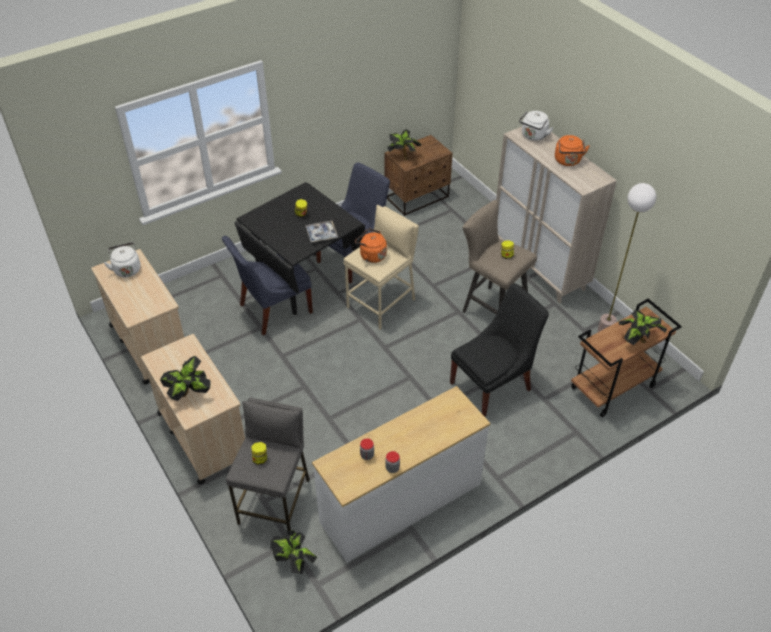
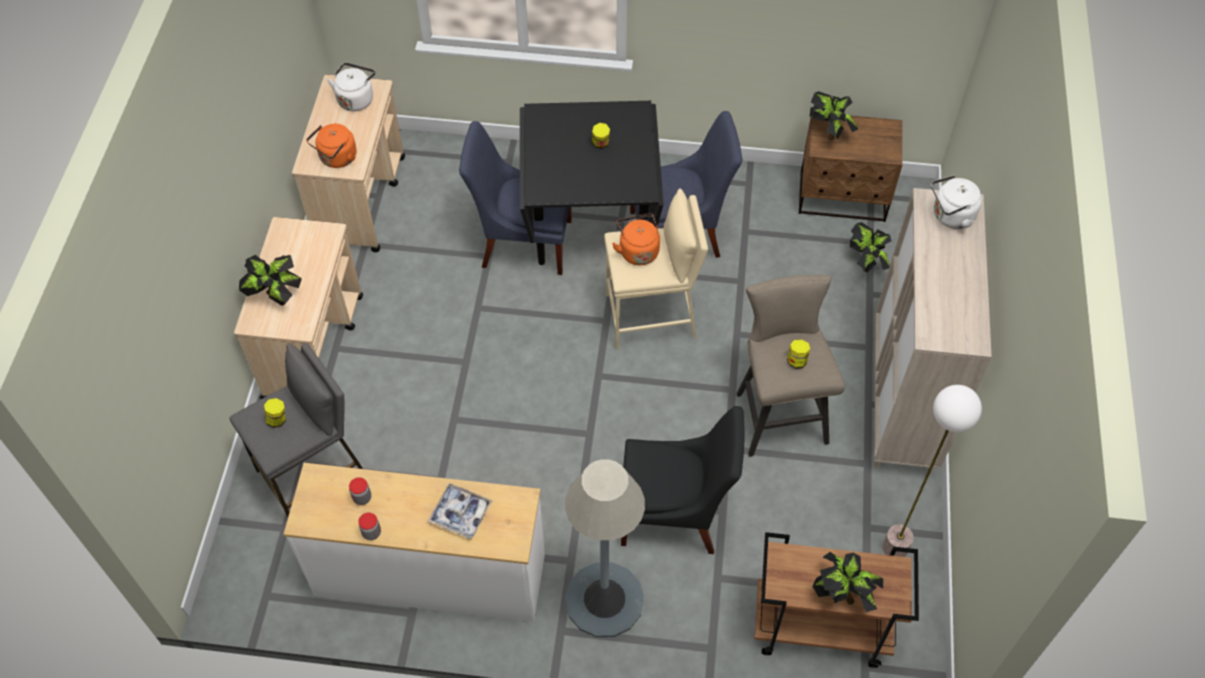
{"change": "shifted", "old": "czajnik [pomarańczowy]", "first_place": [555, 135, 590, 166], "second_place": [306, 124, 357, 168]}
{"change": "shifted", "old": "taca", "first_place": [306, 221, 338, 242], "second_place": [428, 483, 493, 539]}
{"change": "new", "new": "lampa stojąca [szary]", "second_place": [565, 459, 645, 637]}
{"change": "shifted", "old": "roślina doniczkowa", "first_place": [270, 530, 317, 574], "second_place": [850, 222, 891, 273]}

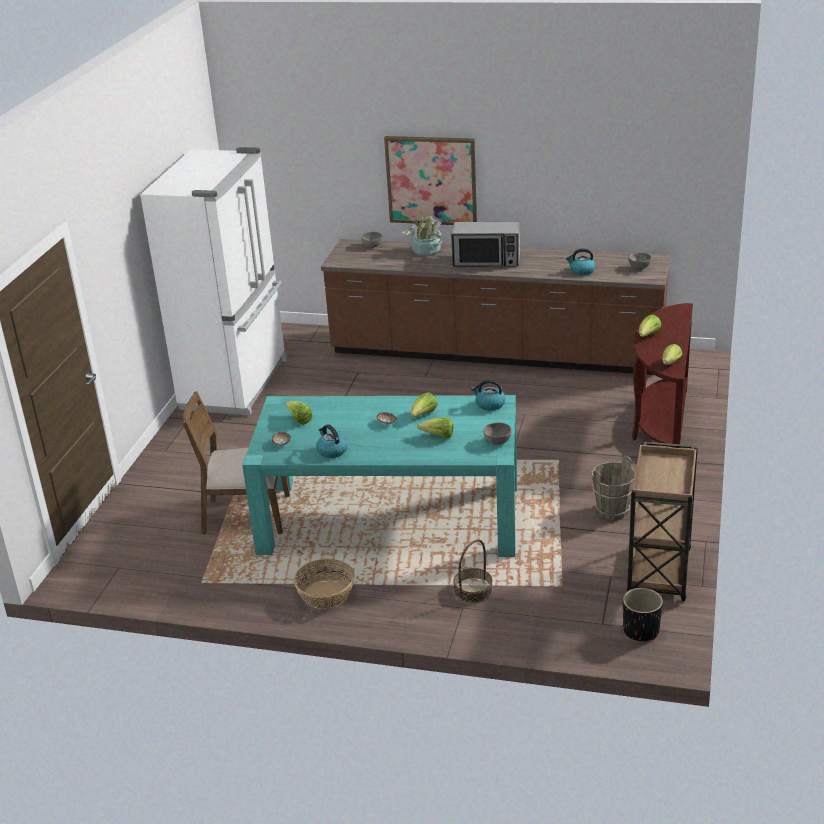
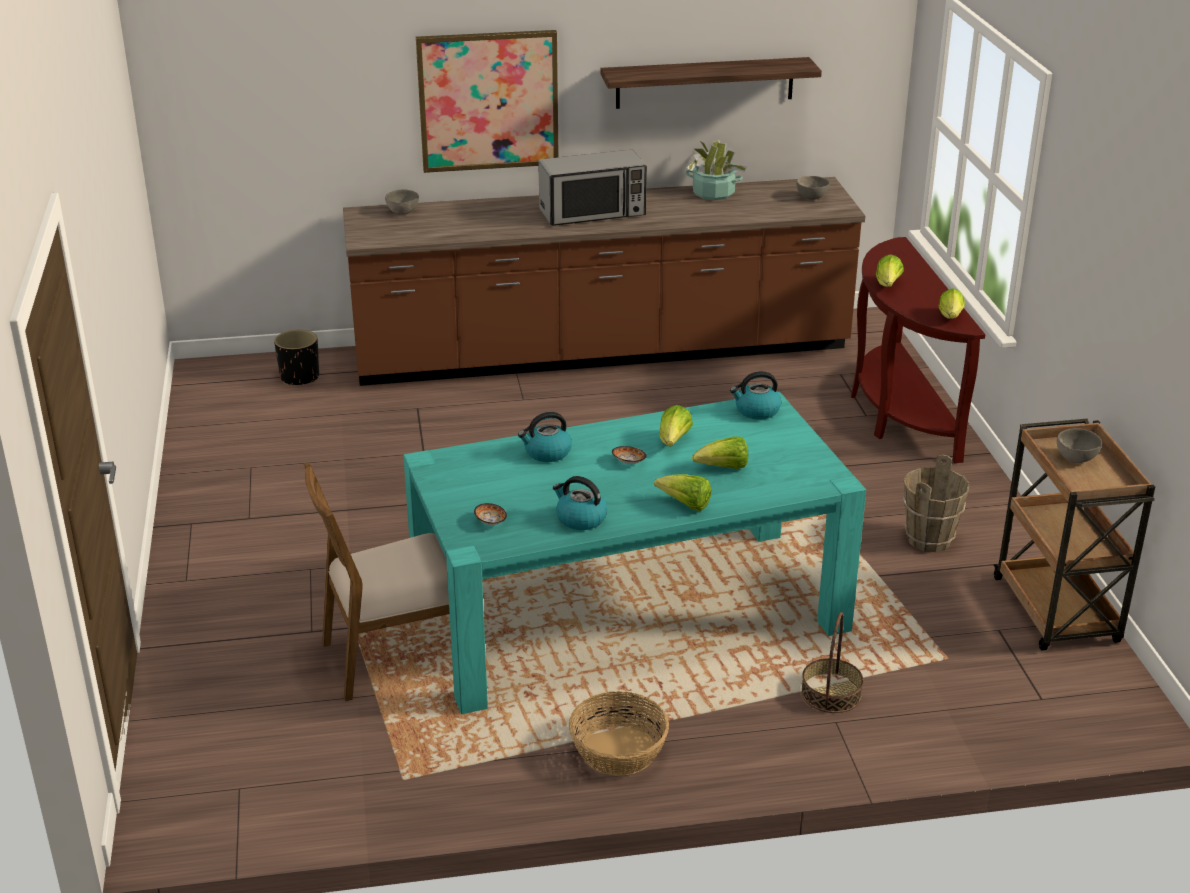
{"change": "shifted", "old": "donica [czarny]", "first_place": [623, 588, 663, 641], "second_place": [274, 330, 319, 386]}
{"change": "shifted", "old": "czajnik", "first_place": [566, 248, 596, 275], "second_place": [518, 412, 572, 462]}
{"change": "new", "new": "półka", "second_place": [600, 57, 822, 109]}
{"change": "shifted", "old": "sałata", "first_place": [285, 401, 313, 425], "second_place": [654, 474, 711, 511]}
{"change": "shifted", "old": "roślina doniczkowa", "first_place": [402, 216, 442, 256], "second_place": [686, 140, 747, 200]}
{"change": "shifted", "old": "miska [szary]", "first_place": [483, 423, 512, 445], "second_place": [1057, 428, 1102, 463]}
{"change": "gone", "old": "lodówka [biały]", "first_place": [140, 147, 288, 416]}

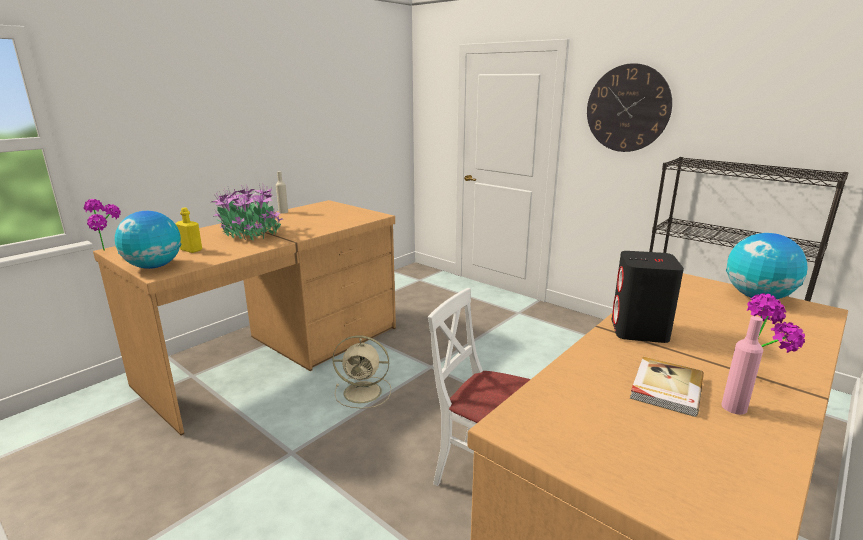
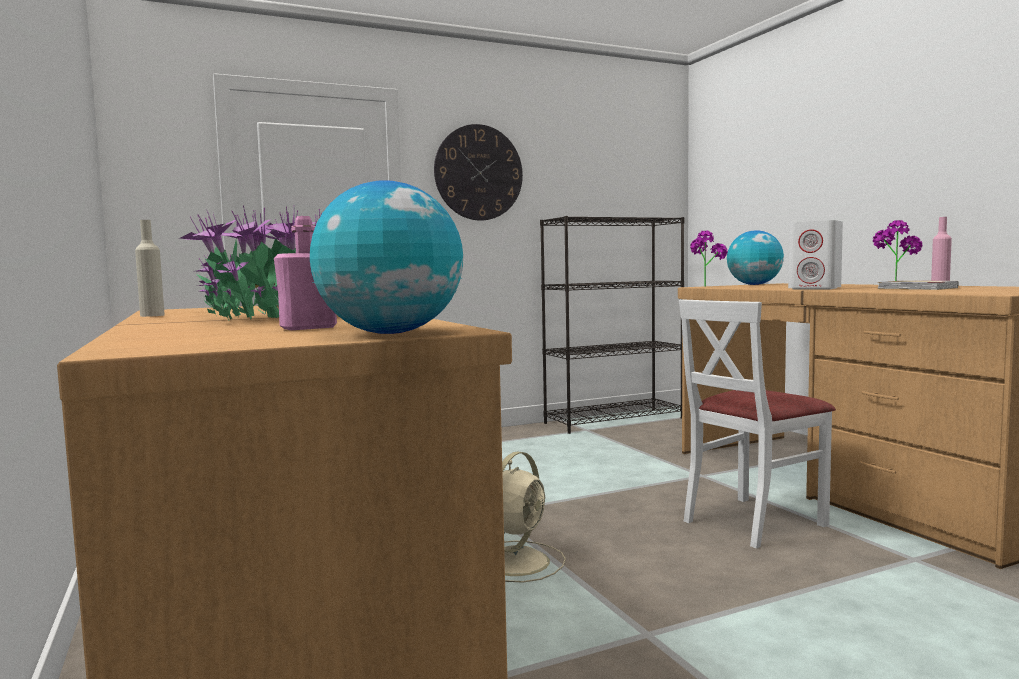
{"change": "repainted", "old": "butelka [żółty]", "new": "butelka [różowy]", "first_place": [176, 208, 202, 253], "second_place": [274, 216, 337, 330]}
{"change": "shifted", "old": "roślina doniczkowa", "first_place": [84, 199, 121, 251], "second_place": [690, 230, 728, 287]}
{"change": "repainted", "old": "głośnik [czarny]", "new": "głośnik [biały]", "first_place": [612, 251, 684, 343], "second_place": [788, 220, 843, 289]}

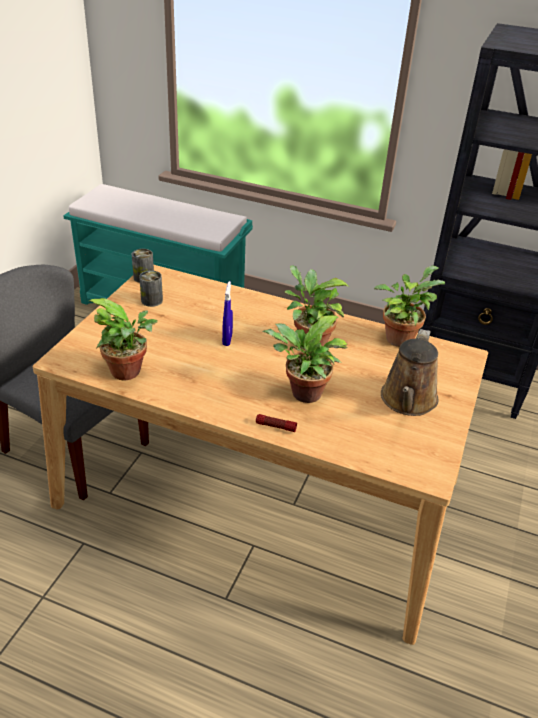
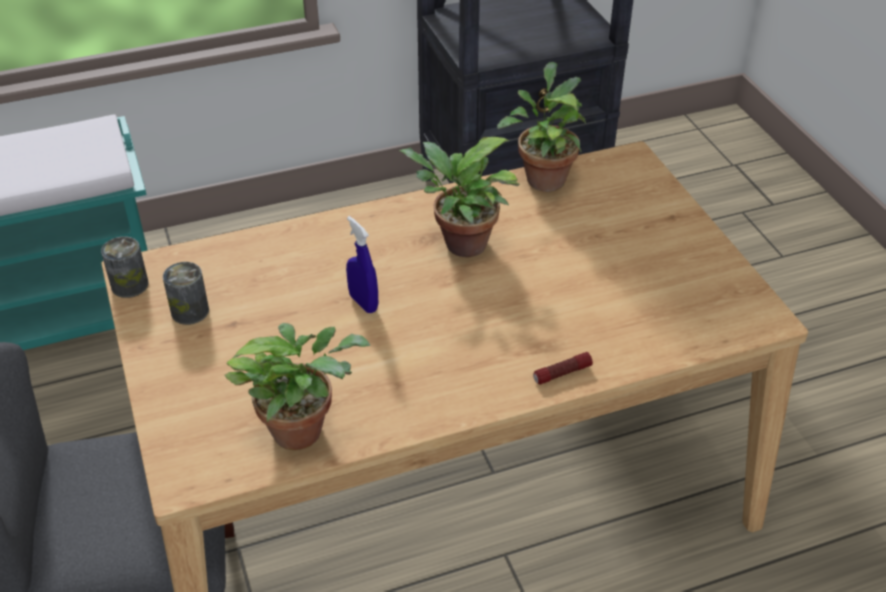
{"change": "gone", "old": "roślina doniczkowa", "first_place": [262, 315, 348, 403]}
{"change": "gone", "old": "konewka [brązowy]", "first_place": [381, 329, 439, 416]}

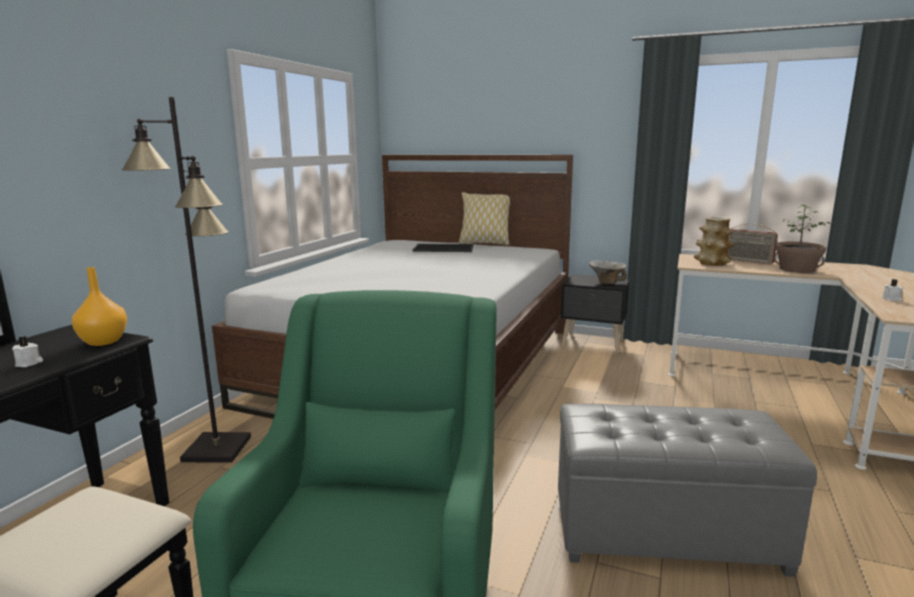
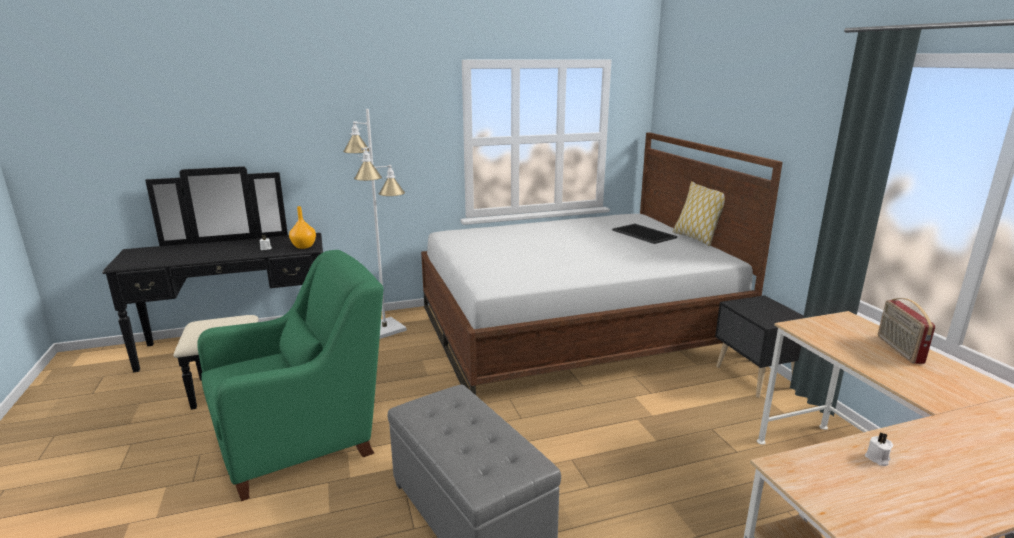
{"change": "repainted", "old": "lampa stojąca [czarny]", "new": "lampa stojąca [biały]", "first_place": [122, 97, 251, 463], "second_place": [343, 109, 407, 339]}
{"change": "gone", "old": "miska", "first_place": [589, 261, 627, 284]}
{"change": "gone", "old": "wazon", "first_place": [694, 217, 734, 266]}
{"change": "gone", "old": "roślina doniczkowa", "first_place": [773, 204, 832, 273]}

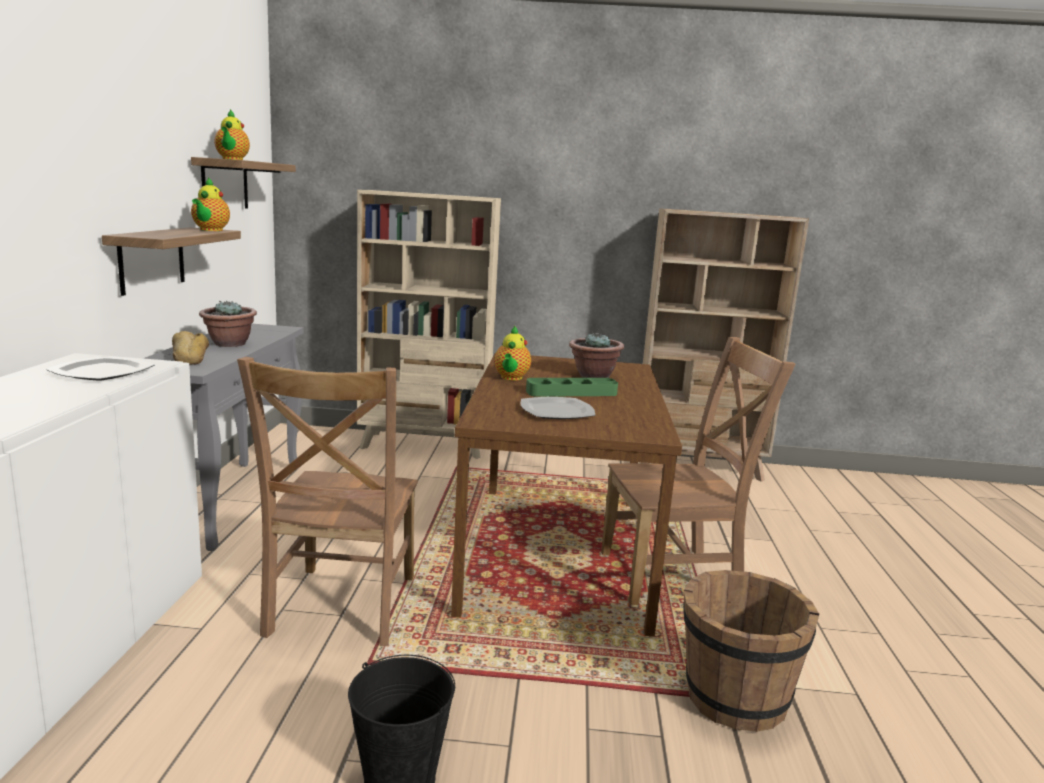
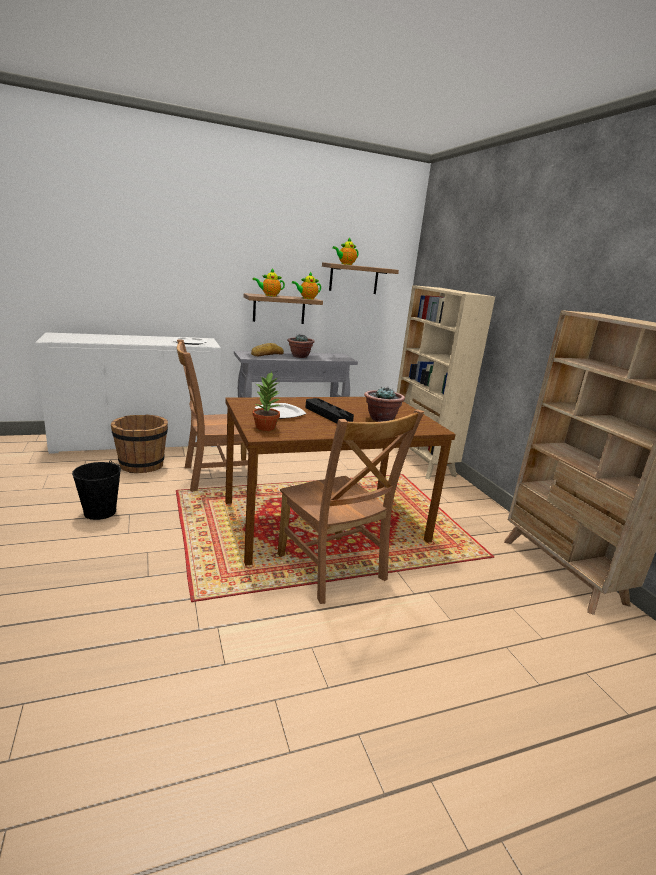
{"change": "shifted", "old": "wiadro [brązowy]", "first_place": [683, 570, 819, 732], "second_place": [111, 414, 168, 473]}
{"change": "shifted", "old": "imbryk", "first_place": [494, 325, 531, 381], "second_place": [252, 269, 285, 297]}
{"change": "new", "new": "roślina doniczkowa", "second_place": [252, 372, 280, 431]}
{"change": "repainted", "old": "taca [zielony]", "new": "taca [czarny]", "first_place": [526, 378, 618, 397], "second_place": [305, 398, 354, 424]}

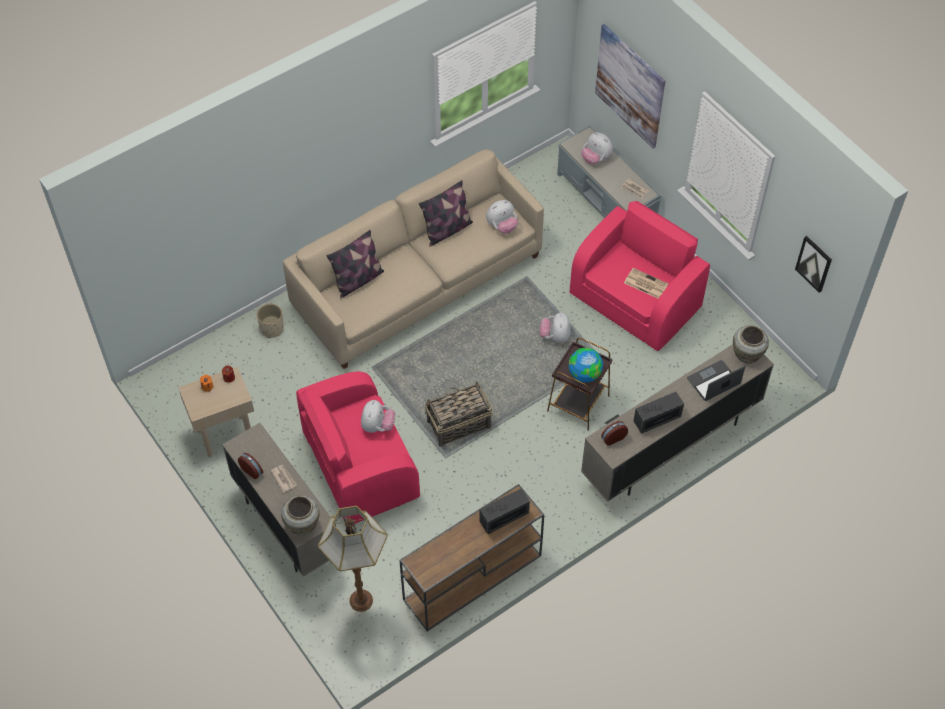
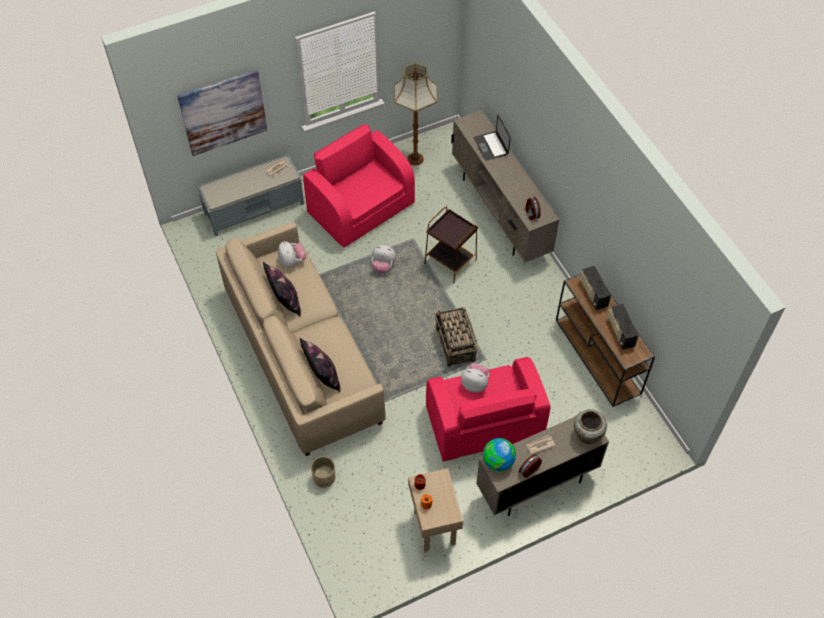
{"change": "shifted", "old": "lampa stojąca", "first_place": [318, 506, 388, 612], "second_place": [394, 63, 437, 166]}
{"change": "shifted", "old": "globus", "first_place": [569, 348, 603, 383], "second_place": [483, 438, 516, 471]}
{"change": "shifted", "old": "radio", "first_place": [634, 392, 684, 434], "second_place": [608, 304, 639, 350]}
{"change": "gone", "old": "pluszak", "first_place": [581, 132, 613, 164]}
{"change": "gone", "old": "gazeta", "first_place": [624, 268, 668, 299]}
{"change": "gone", "old": "wazon [beżowy]", "first_place": [733, 325, 769, 363]}
{"change": "gone", "old": "obraz", "first_place": [795, 236, 832, 293]}

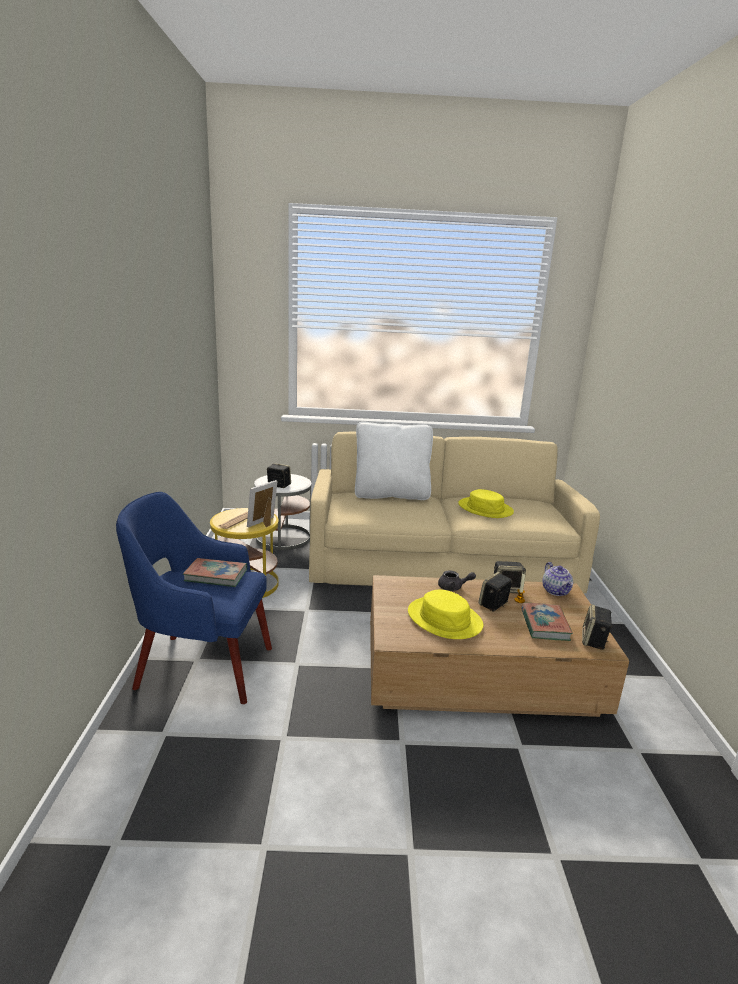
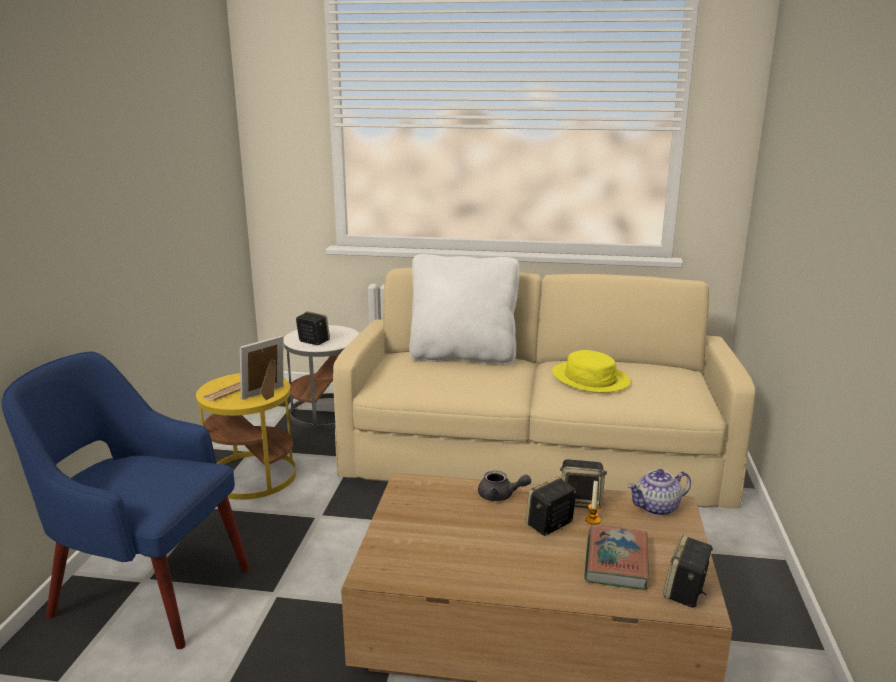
{"change": "rotated", "old": "imbryk", "first_place": [542, 562, 573, 596], "second_place": [627, 469, 691, 516], "degrees": 75}
{"change": "gone", "old": "książka", "first_place": [183, 558, 247, 587]}
{"change": "gone", "old": "kapelusz [żółty]", "first_place": [408, 590, 483, 639]}

